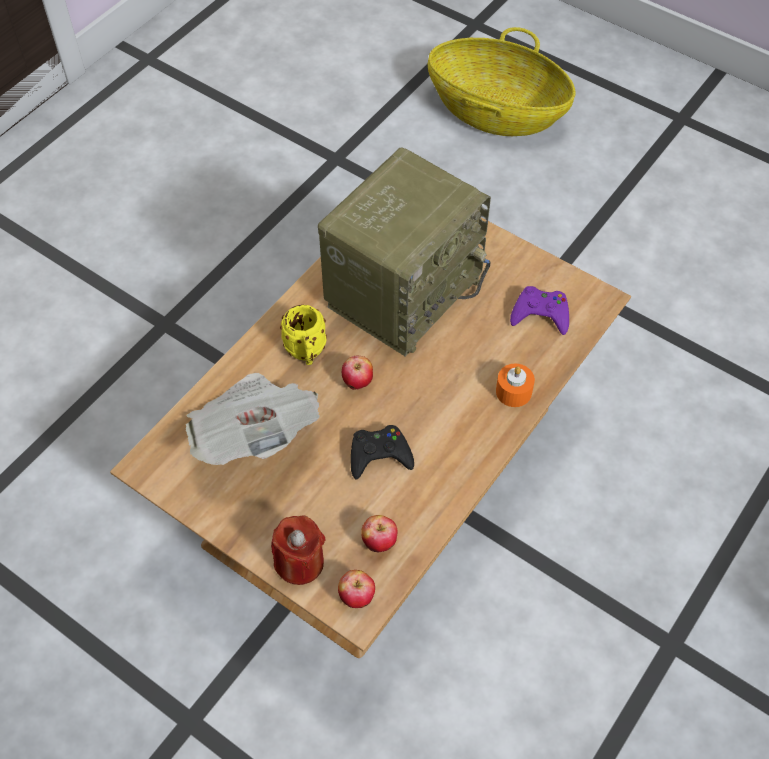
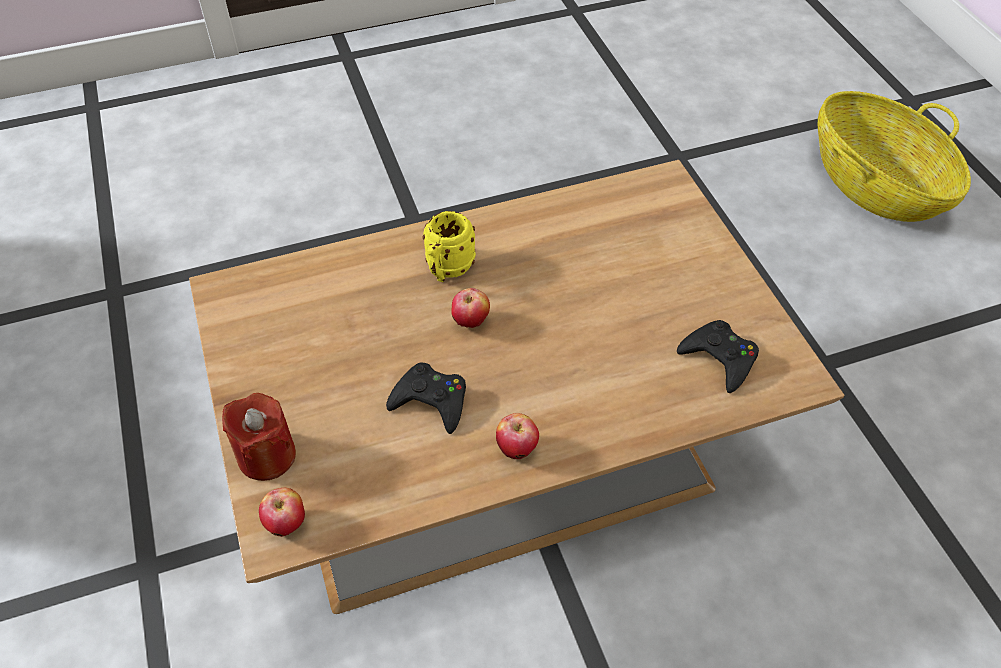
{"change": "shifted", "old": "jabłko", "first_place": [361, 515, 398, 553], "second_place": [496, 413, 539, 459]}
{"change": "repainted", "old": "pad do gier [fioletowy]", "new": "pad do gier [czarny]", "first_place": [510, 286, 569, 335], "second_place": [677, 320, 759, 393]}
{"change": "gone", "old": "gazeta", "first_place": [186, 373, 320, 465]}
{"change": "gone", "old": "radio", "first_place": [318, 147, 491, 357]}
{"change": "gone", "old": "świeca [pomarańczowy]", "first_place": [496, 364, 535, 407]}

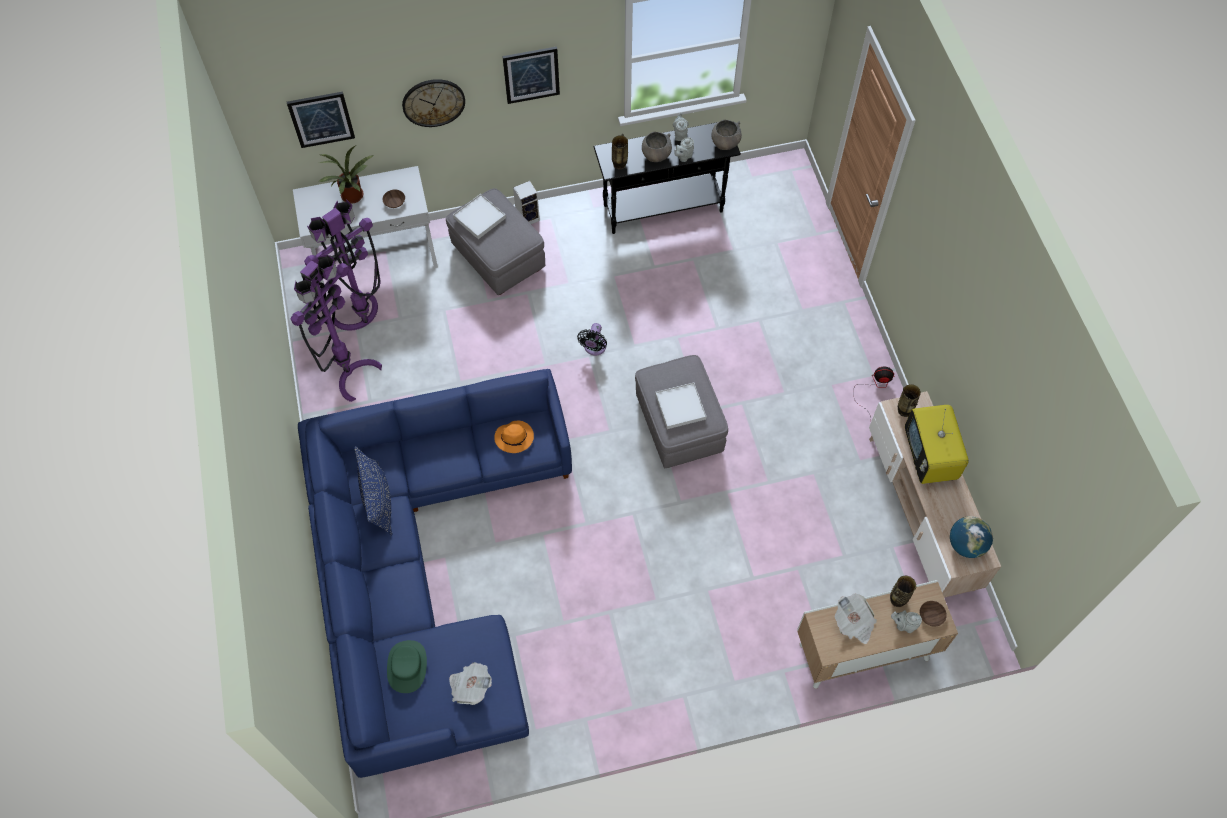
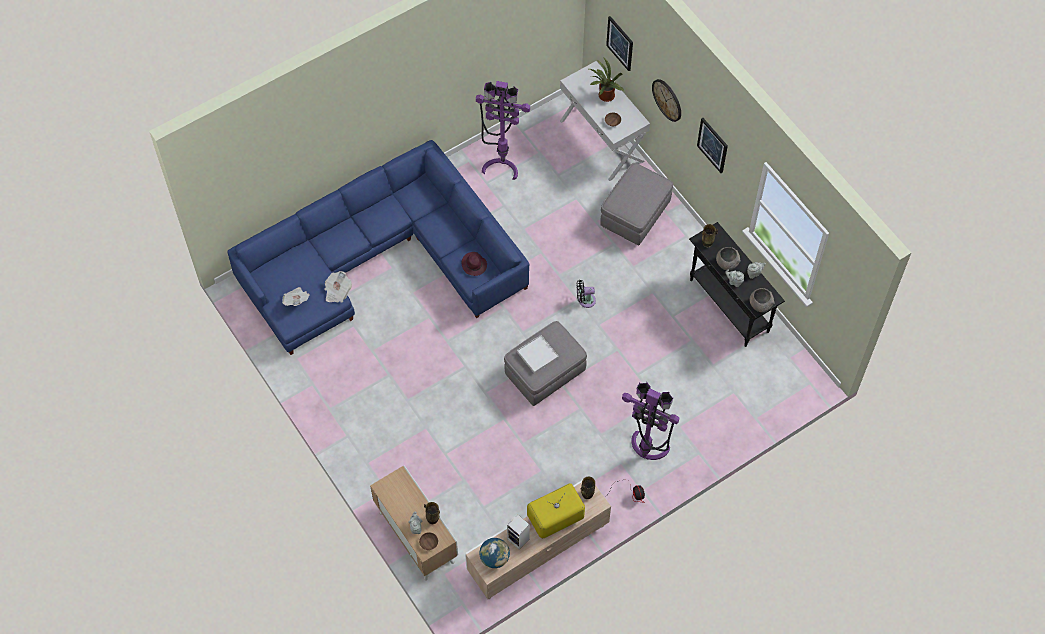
{"change": "shifted", "old": "gazeta", "first_place": [835, 594, 877, 644], "second_place": [324, 271, 352, 303]}
{"change": "repainted", "old": "kapelusz [pomarańczowy]", "new": "kapelusz [fioletowy]", "first_place": [494, 420, 534, 453], "second_place": [462, 252, 487, 276]}
{"change": "shifted", "old": "głośnik", "first_place": [513, 181, 540, 224], "second_place": [507, 514, 530, 550]}
{"change": "shifted", "old": "lampa stojąca [fioletowy]", "first_place": [304, 199, 381, 331], "second_place": [622, 382, 679, 460]}
{"change": "gone", "old": "poduszka [niebieski]", "first_place": [354, 446, 393, 536]}
{"change": "gone", "old": "kapelusz [zielony]", "first_place": [387, 640, 427, 693]}
{"change": "gone", "old": "taca [biały]", "first_place": [453, 194, 506, 239]}

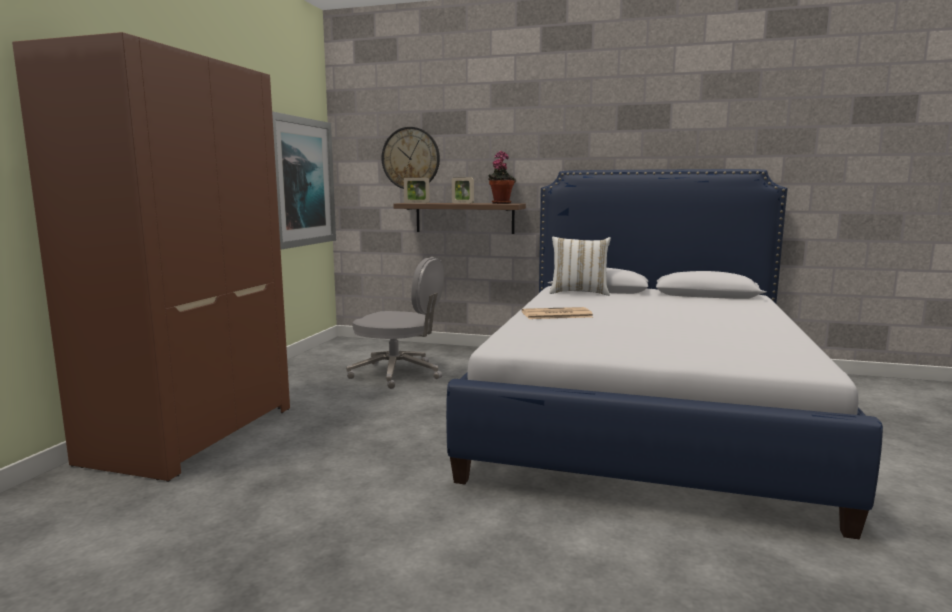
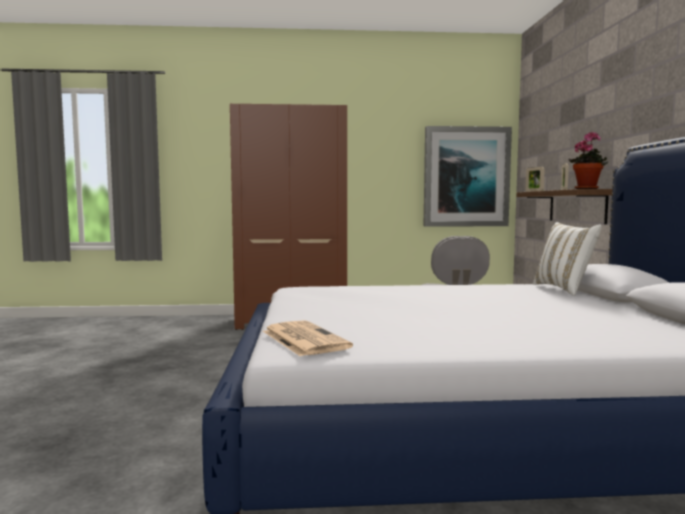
{"change": "shifted", "old": "gazeta", "first_place": [522, 307, 593, 319], "second_place": [263, 320, 353, 357]}
{"change": "gone", "old": "zegar ścienny", "first_place": [382, 127, 440, 189]}

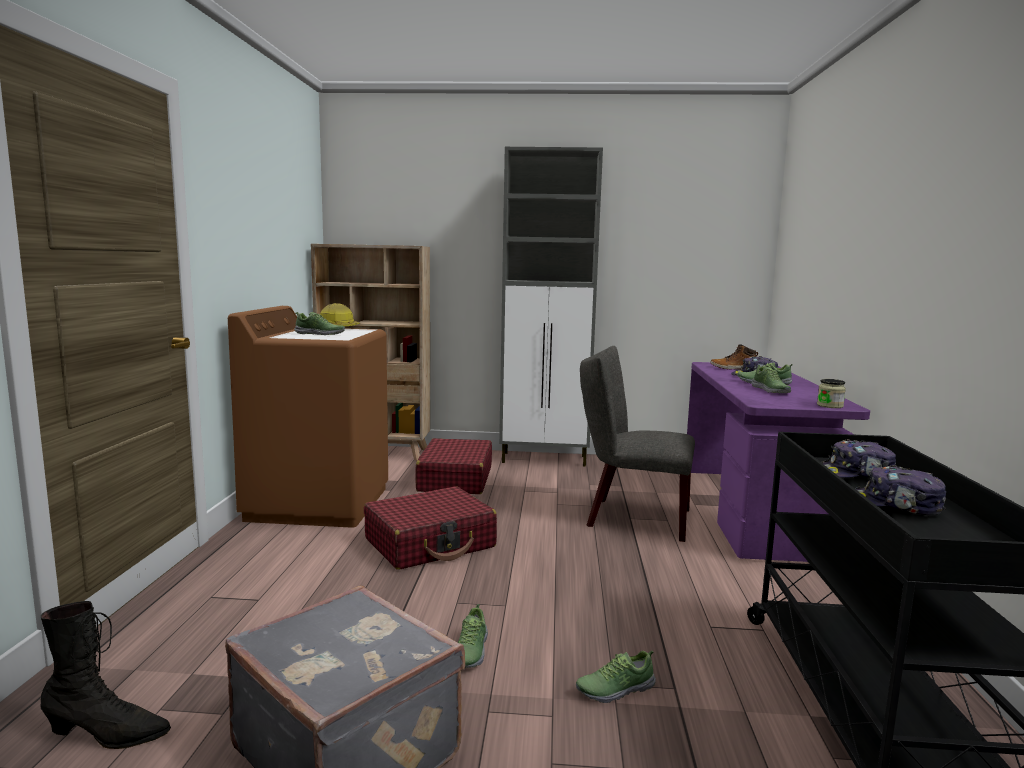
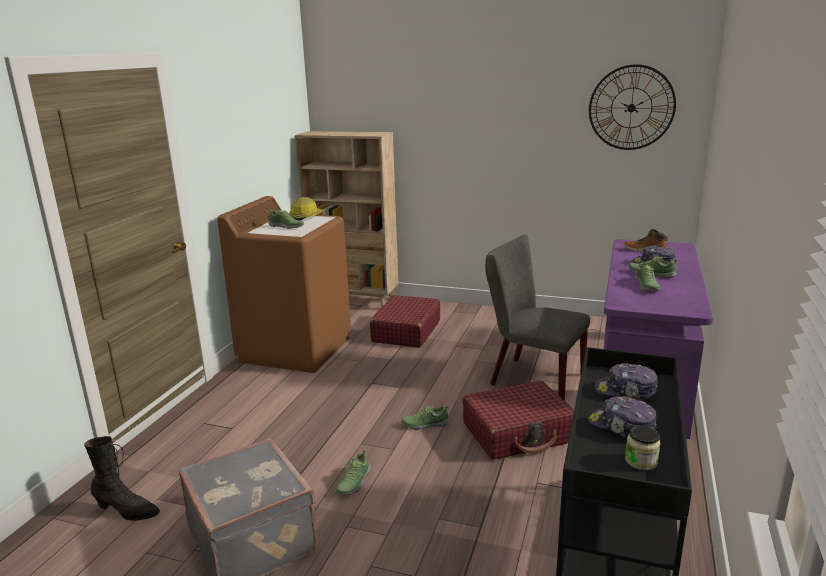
{"change": "shifted", "old": "but", "first_place": [576, 651, 656, 703], "second_place": [402, 406, 449, 430]}
{"change": "shifted", "old": "walizka [czerwony]", "first_place": [364, 486, 497, 570], "second_place": [462, 381, 574, 460]}
{"change": "new", "new": "zegar ścienny", "second_place": [589, 64, 676, 150]}
{"change": "shifted", "old": "słoik", "first_place": [817, 379, 846, 408], "second_place": [625, 426, 661, 470]}
{"change": "gone", "old": "szafka [szary]", "first_place": [499, 147, 603, 467]}

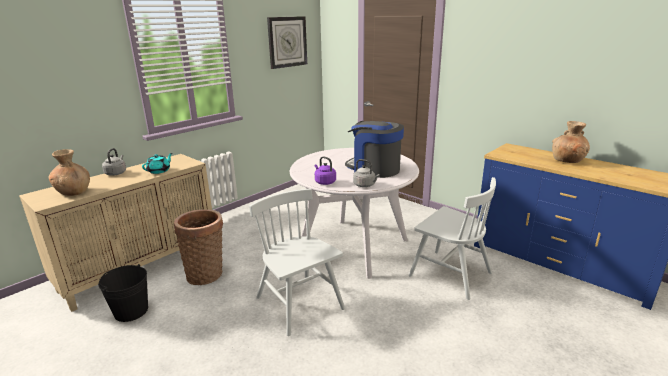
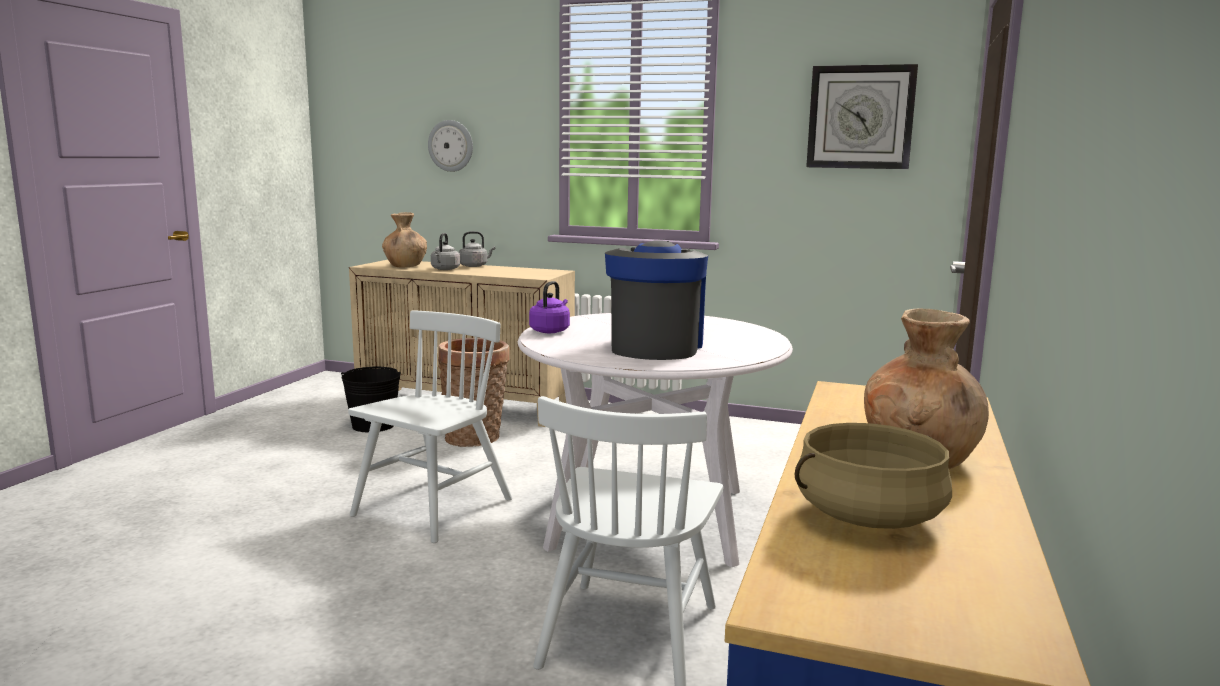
{"change": "new", "new": "zegar ścienny", "second_place": [428, 120, 473, 172]}
{"change": "shifted", "old": "czajnik [szary]", "first_place": [353, 159, 380, 187], "second_place": [431, 233, 460, 270]}
{"change": "new", "new": "garnek [beżowy]", "second_place": [795, 423, 952, 529]}
{"change": "gone", "old": "imbryk [turkusowy]", "first_place": [142, 153, 172, 174]}

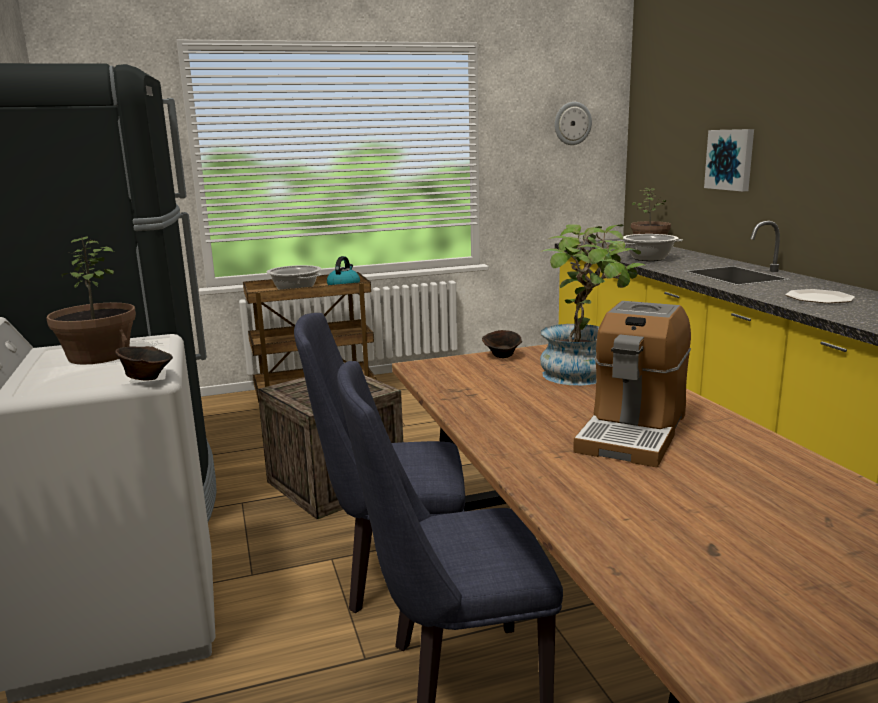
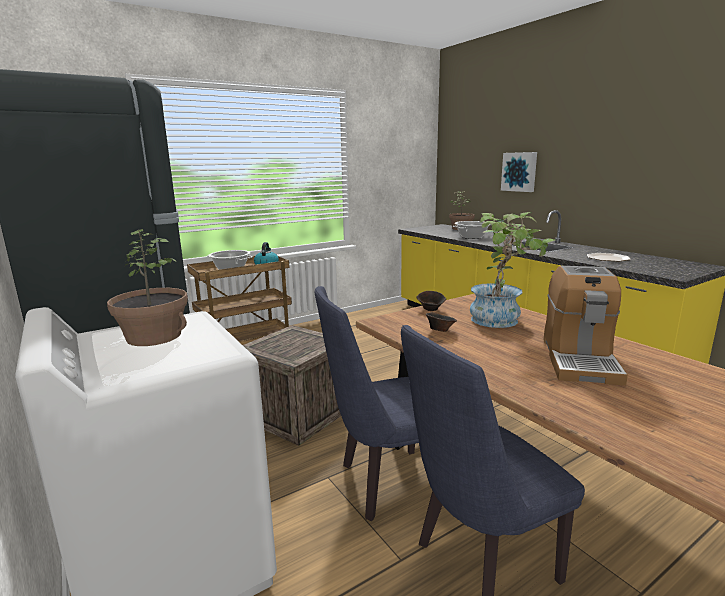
{"change": "shifted", "old": "miska [brązowy]", "first_place": [115, 346, 173, 380], "second_place": [426, 312, 457, 332]}
{"change": "gone", "old": "zegar ścienny", "first_place": [555, 102, 592, 145]}

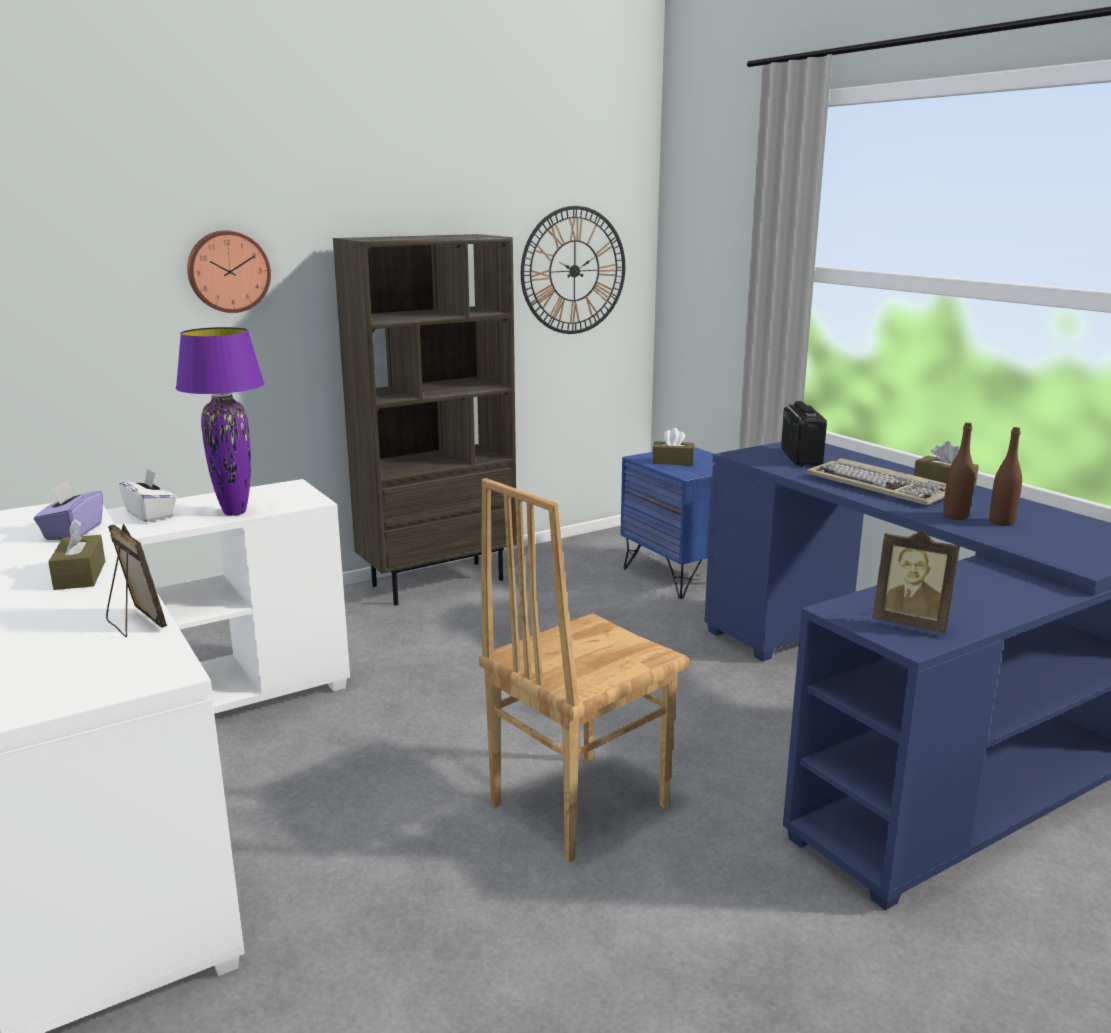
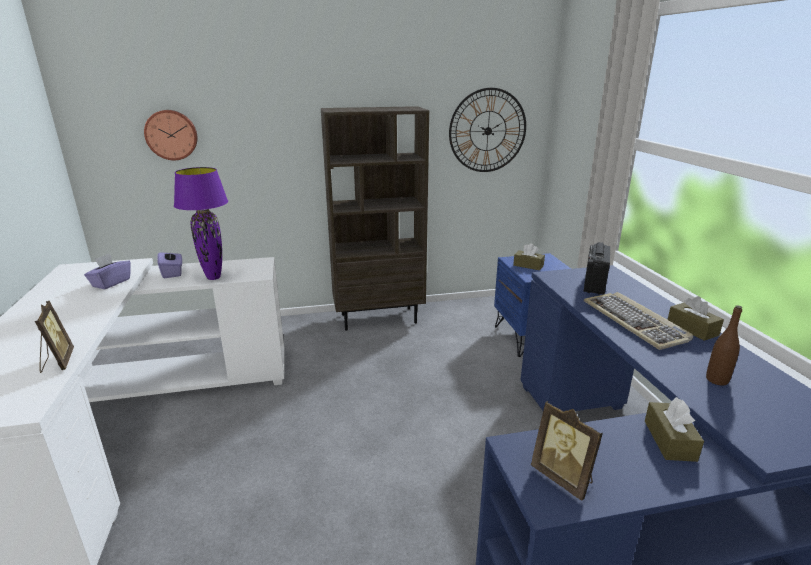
{"change": "shifted", "old": "zegar ścienny", "first_place": [187, 230, 271, 313], "second_place": [144, 110, 198, 160]}
{"change": "repainted", "old": "pudełko chusteczek [biały]", "new": "pudełko chusteczek [fioletowy]", "first_place": [119, 468, 177, 522], "second_place": [157, 248, 182, 278]}
{"change": "shifted", "old": "pudełko chusteczek [brązowy]", "first_place": [48, 519, 105, 590], "second_place": [645, 397, 704, 462]}
{"change": "gone", "old": "krzesło [brązowy]", "first_place": [479, 478, 689, 863]}
{"change": "gone", "old": "butelka [brązowy]", "first_place": [943, 423, 975, 520]}

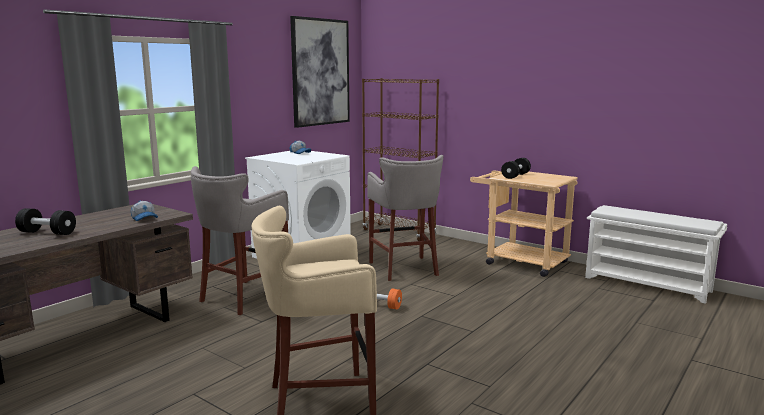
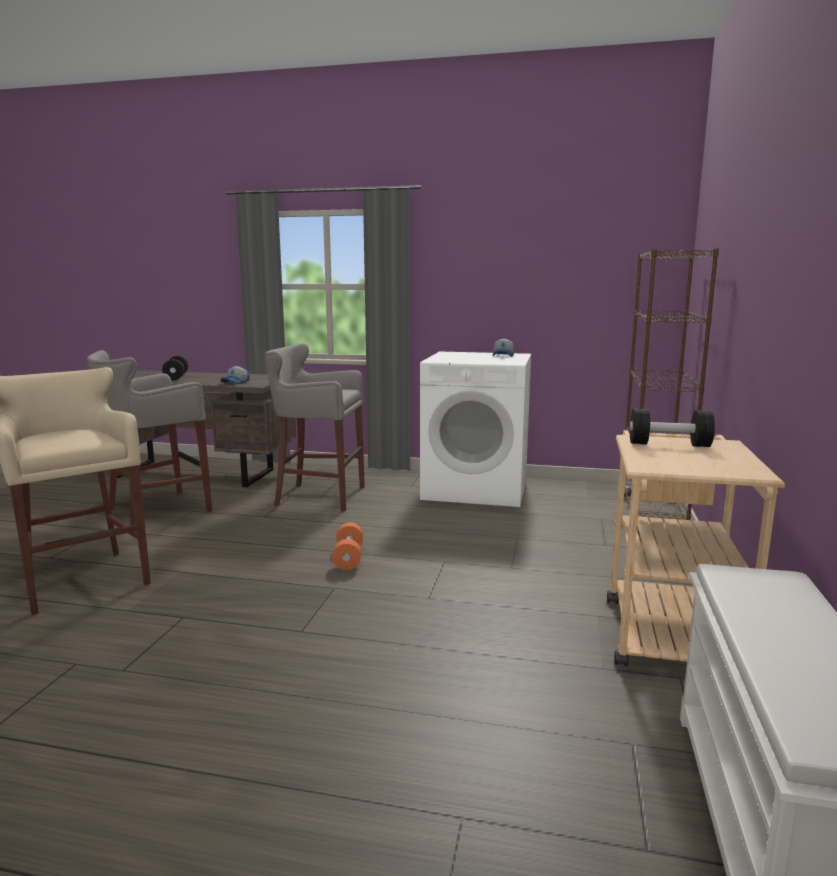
{"change": "shifted", "old": "stołek [szary]", "first_place": [367, 155, 444, 281], "second_place": [87, 350, 212, 525]}
{"change": "gone", "old": "obraz", "first_place": [290, 16, 350, 128]}

